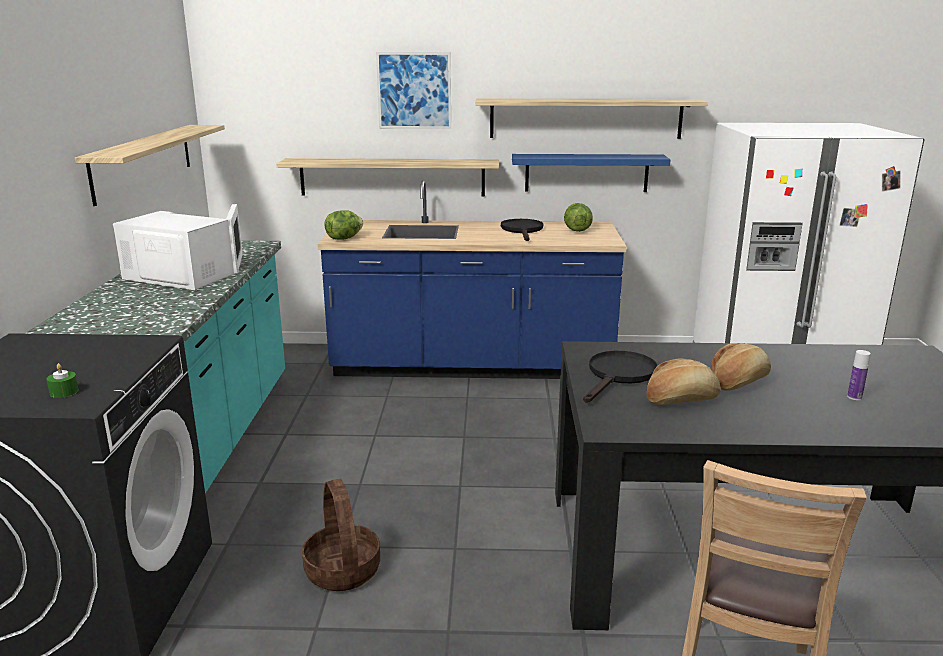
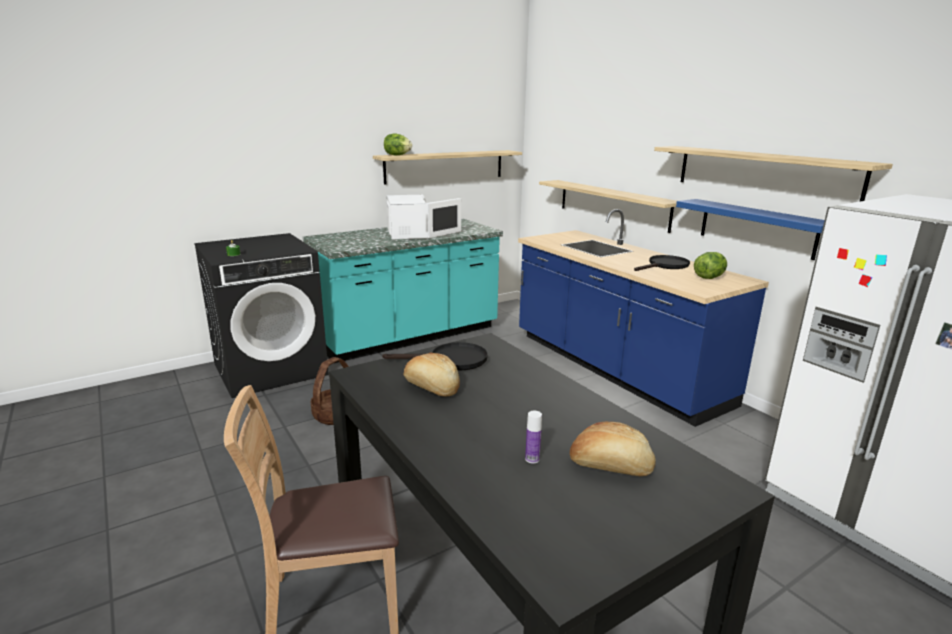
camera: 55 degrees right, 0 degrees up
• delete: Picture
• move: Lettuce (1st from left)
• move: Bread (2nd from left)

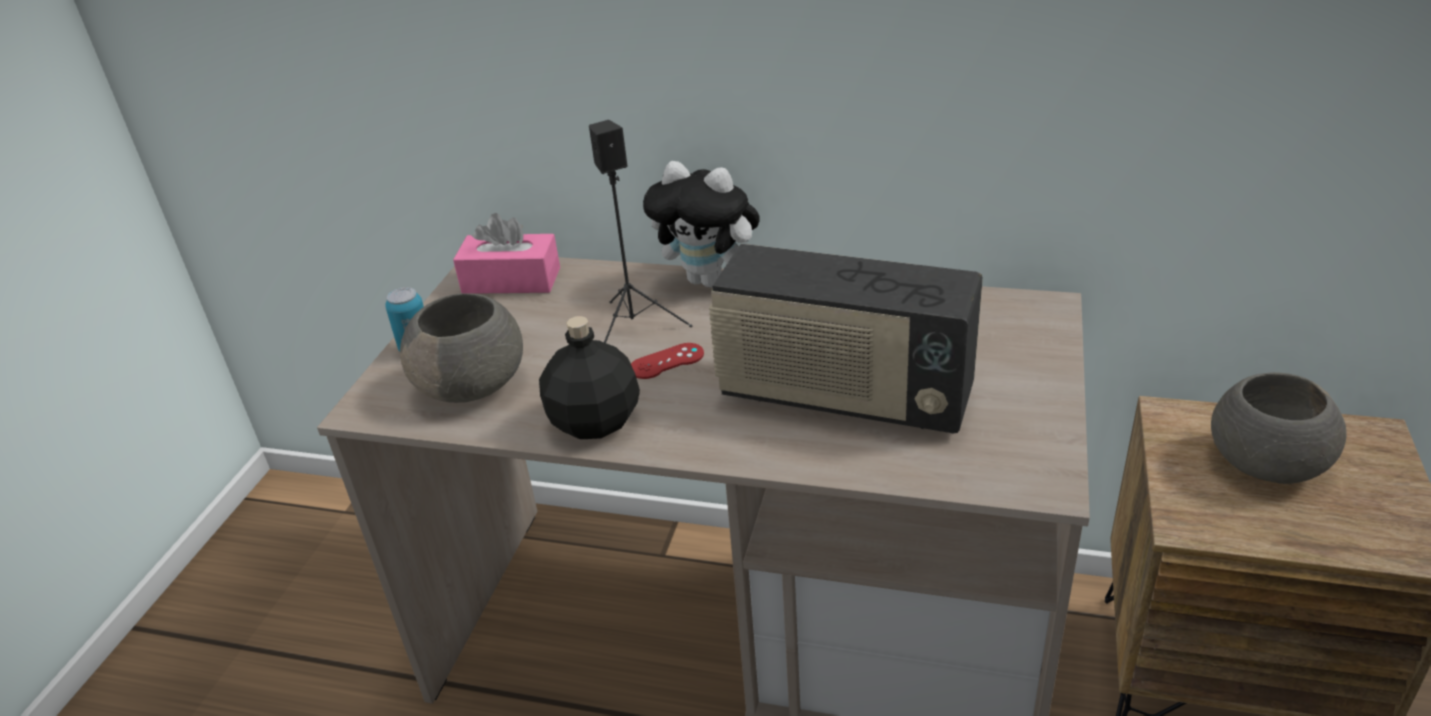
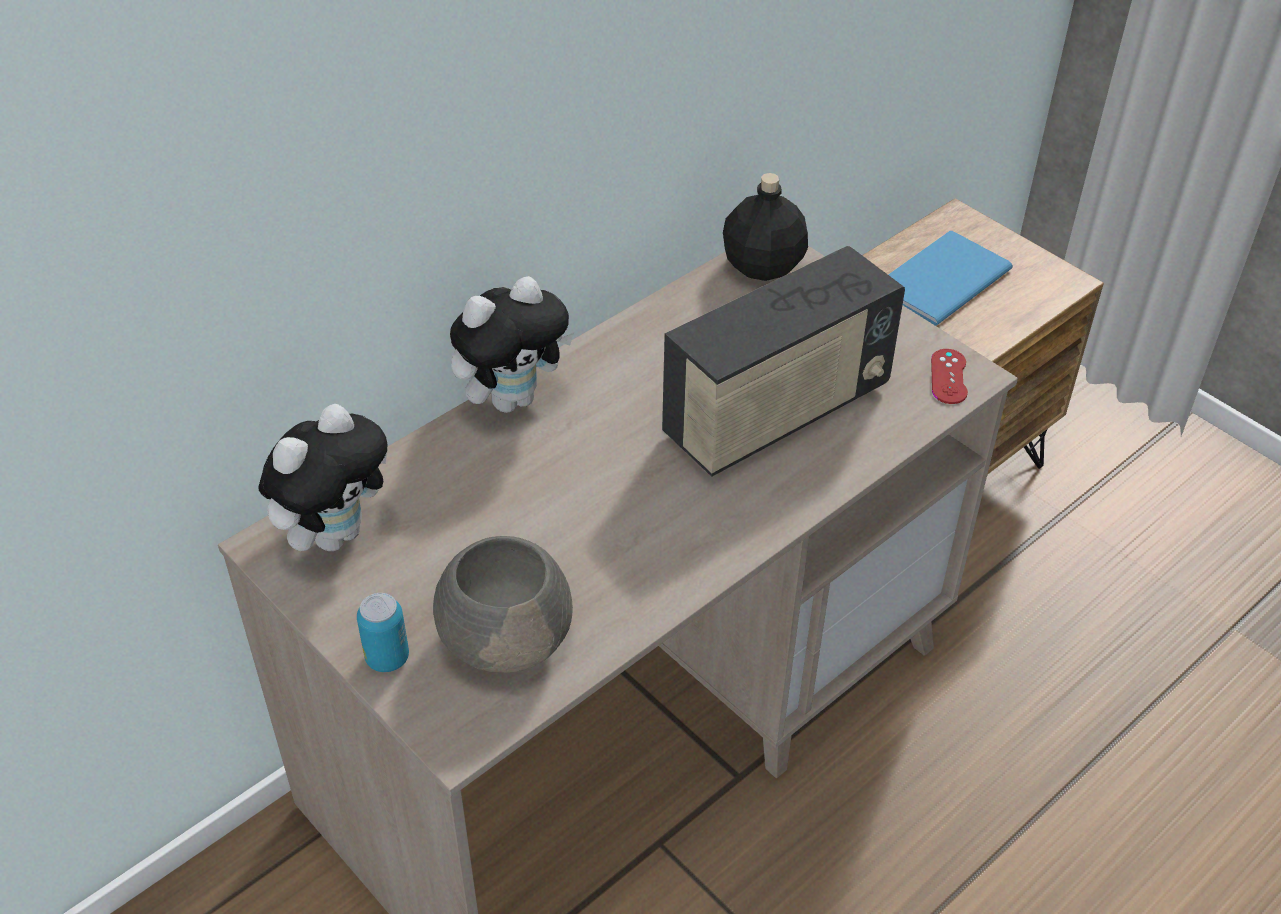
camera: 60 degrees left, 10 degrees up
• delete: BlackSpeaker
• move: BlackBottle
• move: RedGameController
• replace: PinkTissueBox to PlushToy (1st from left)
• replace: GreyBowl (2nd from left) to BlueBook

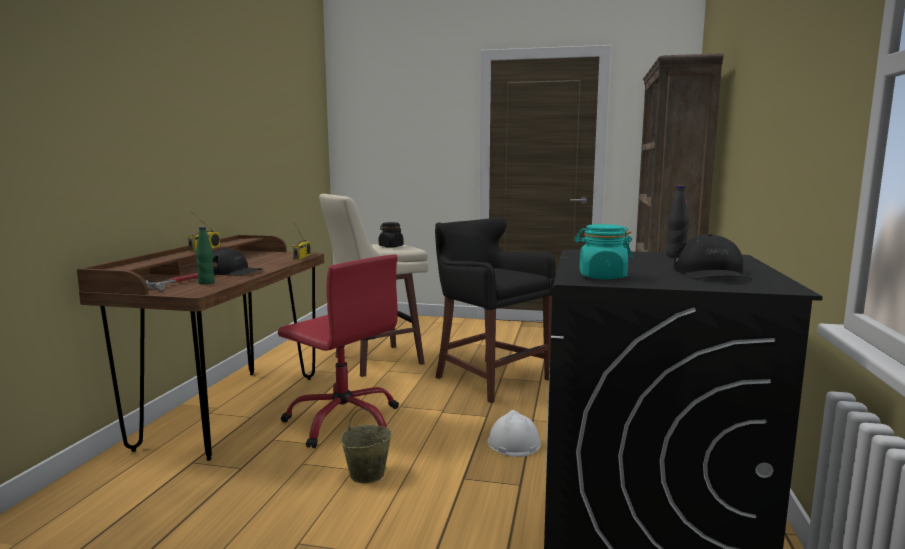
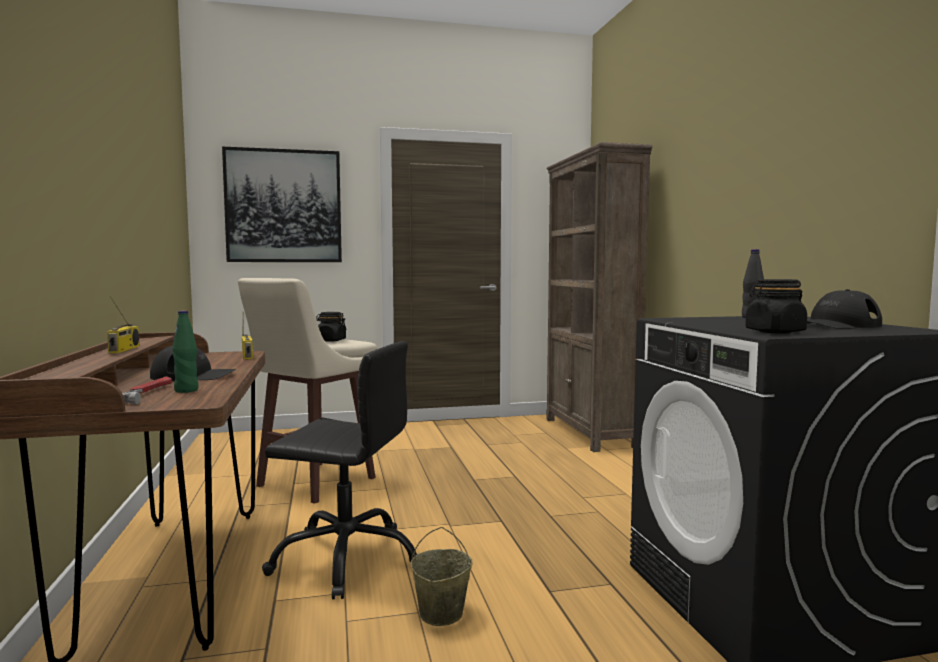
camera: 25 degrees left, 5 degrees down
• delete: BlackStool
• delete: WhiteHardHat
• insert: Picture
• recolor: RedOfficeChair to BlackOfficeChair
• recolor: TurquoiseJar to BlackJar (2nd from left)
• rotate: BlackCap (2nd from left) 90 degrees clockwise

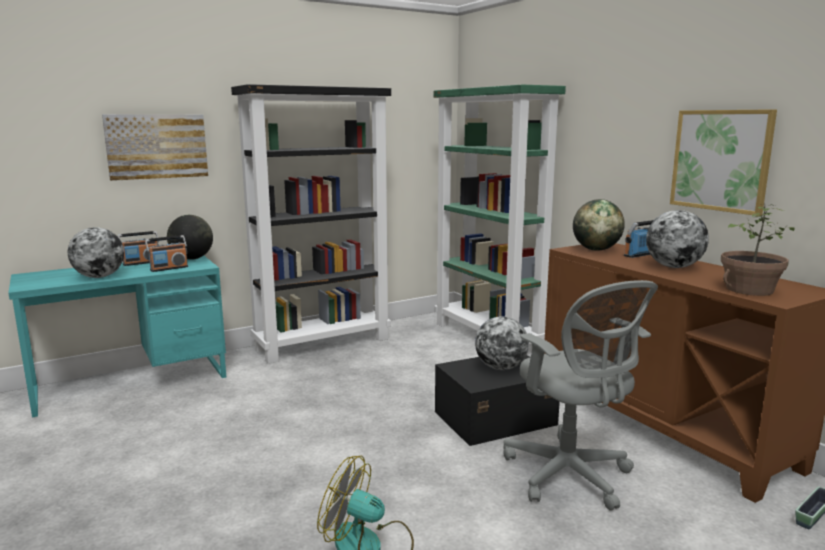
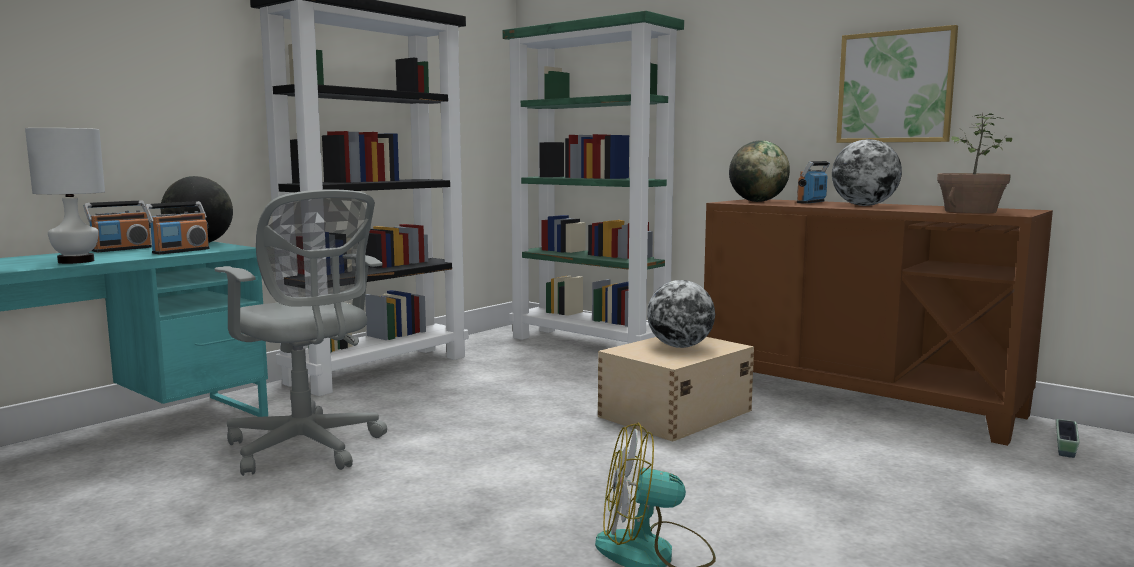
camera: 20 degrees left, 5 degrees down
• delete: Picture (1st from left)
• move: GreyOfficeChair
• replace: Globe (1st from left) to WhiteTableLamp
• recolor: BlackStorageBox to BeigeStorageBox

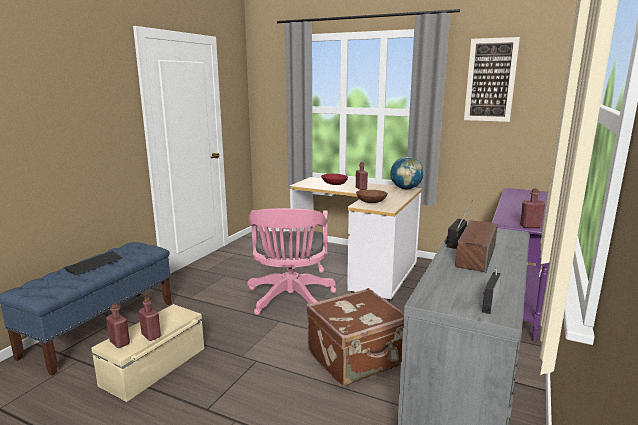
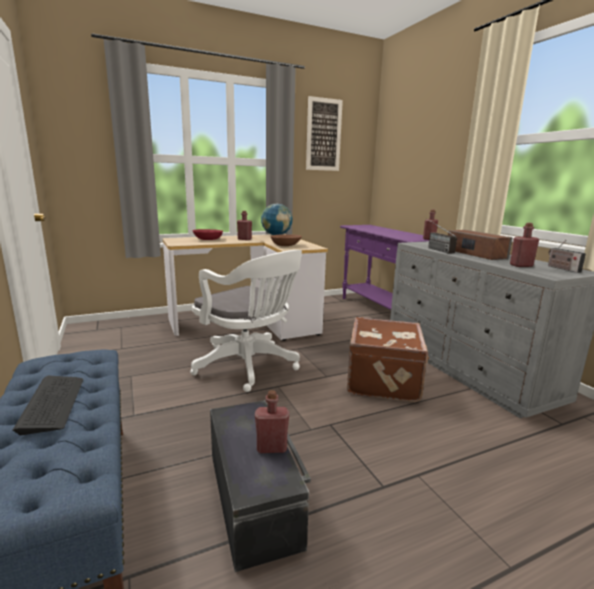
camera: 50 degrees left, 0 degrees up
• move: RedBottle (1st from left in the first image) to RedBottle (4th from left)
• recolor: BeigeStorageBox to BlackStorageBox
• recolor: PinkOfficeChair to WhiteOfficeChair

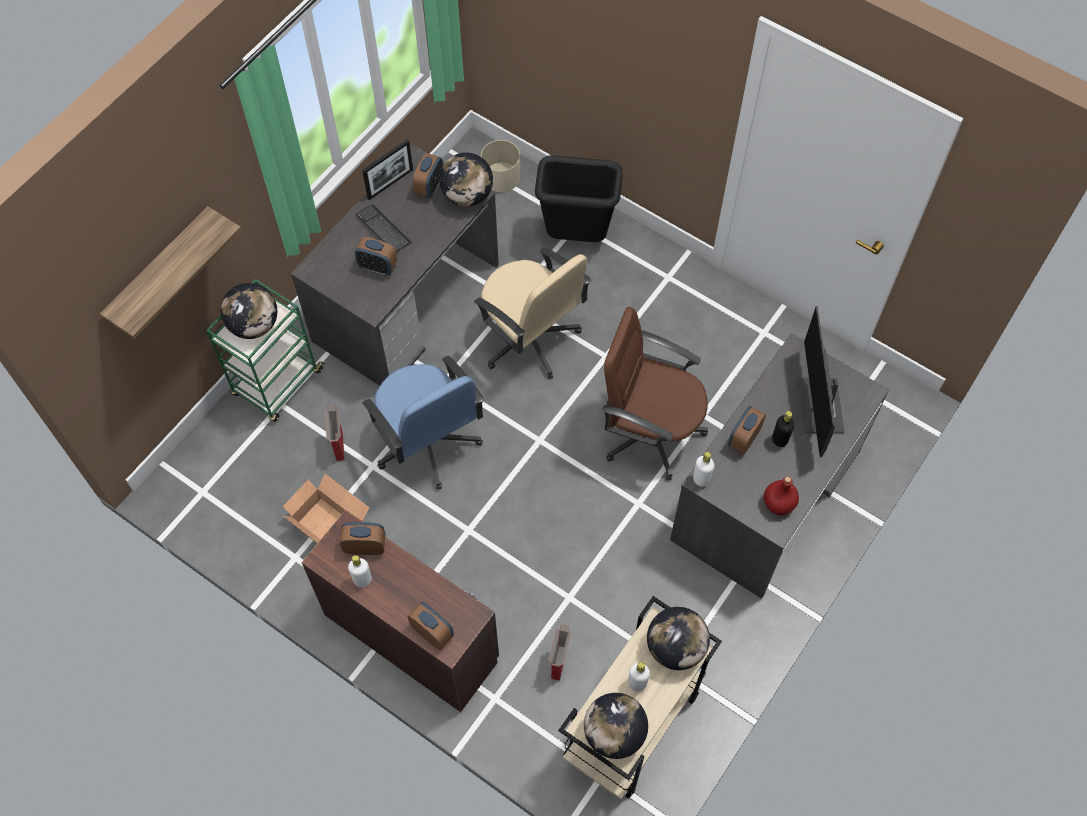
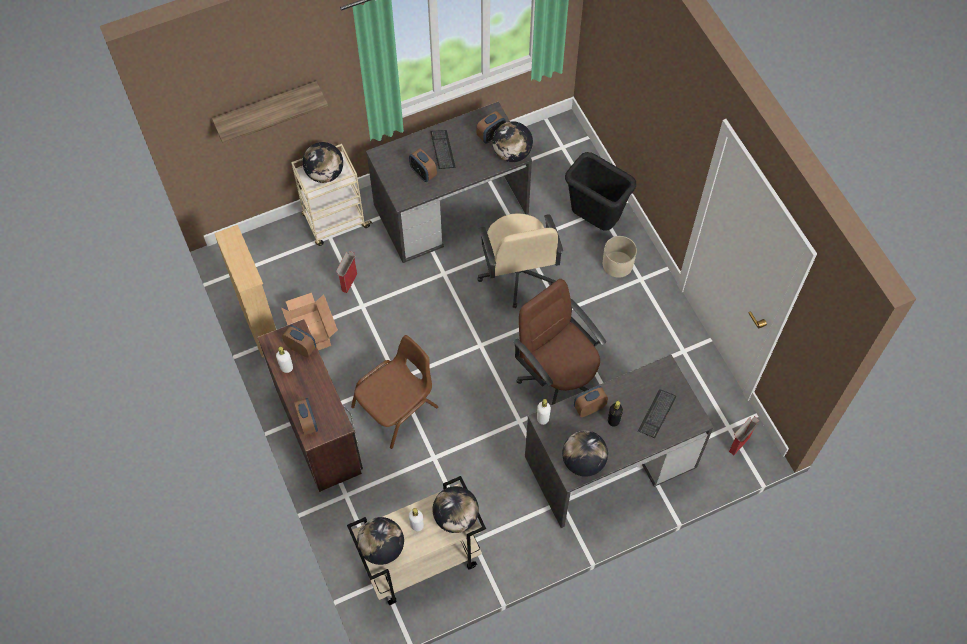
camera: 30 degrees right, 0 degrees up
• delete: PictureFrame
• delete: BlueOfficeChair
• insert: BeigeBookcase
• insert: BrownChair
• move: BeigePlanter
• move: CardboardBox (3rd from left)
• replace: RedBottle to Globe (5th from left)
• replace: Monitor to Keyboard (2nd from left)
• recolor: GreenCart to BeigeCart (1st from left)

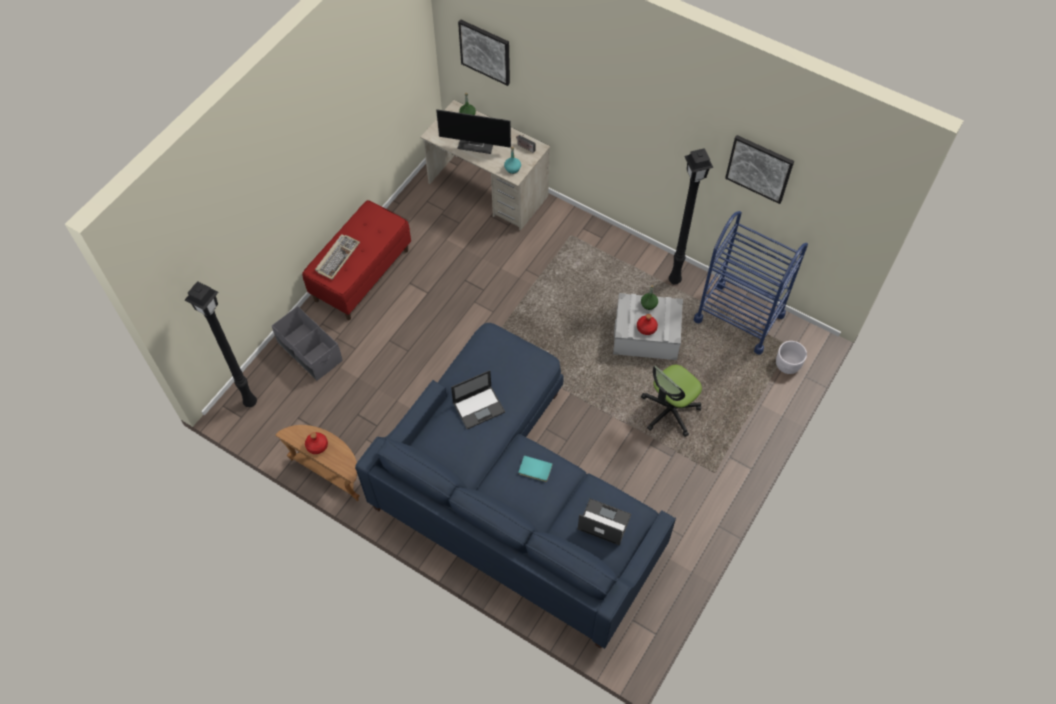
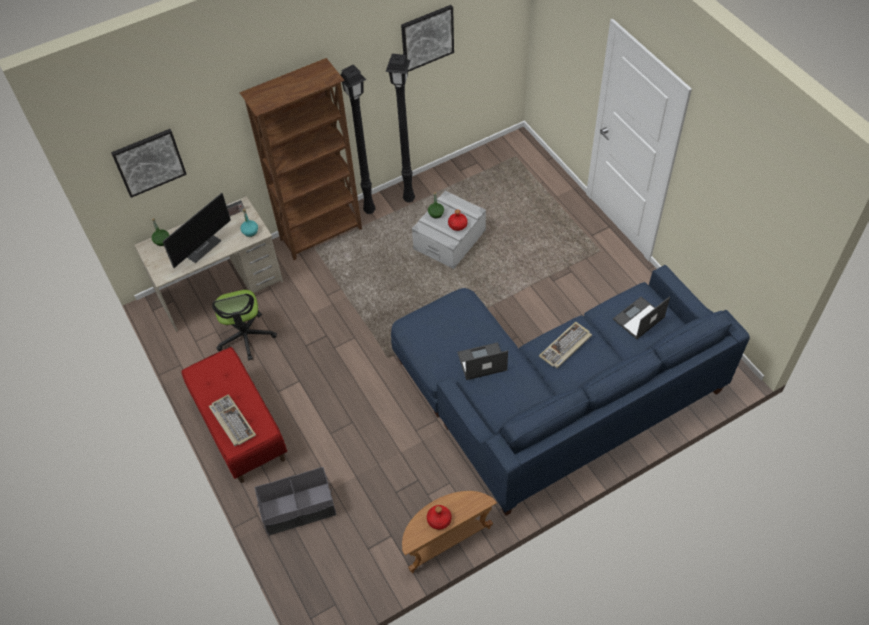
camera: 60 degrees left, 5 degrees down
• delete: BlueCart
• delete: WhitePlanter
• insert: BrownBookcase
• move: BlackFloorLamp (1st from left)
• move: OfficeChair
• replace: TurquoiseBook to Keyboard (2nd from left)
• rotate: Laptop (1st from left) 105 degrees counterclockwise

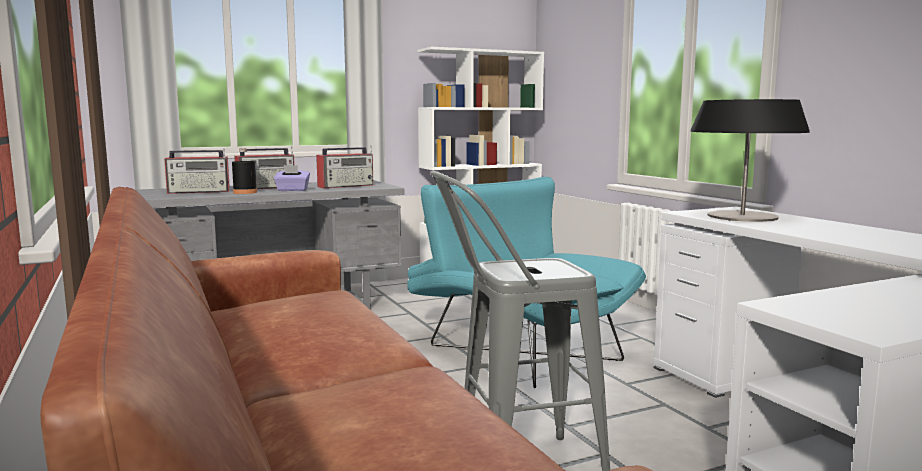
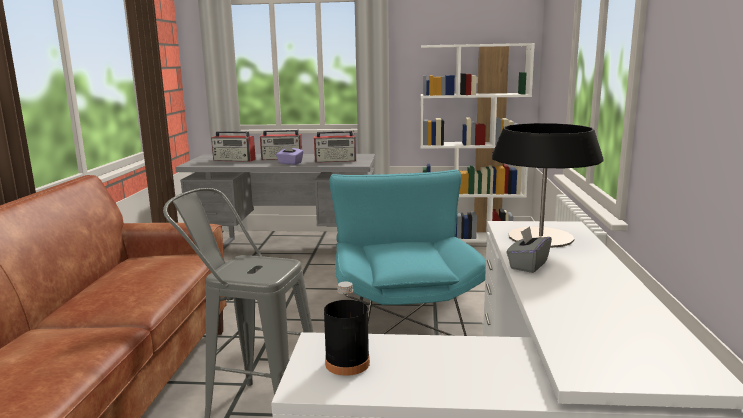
camera: 30 degrees right, 5 degrees up
• insert: GreyTissueBox
• move: BlackBottle

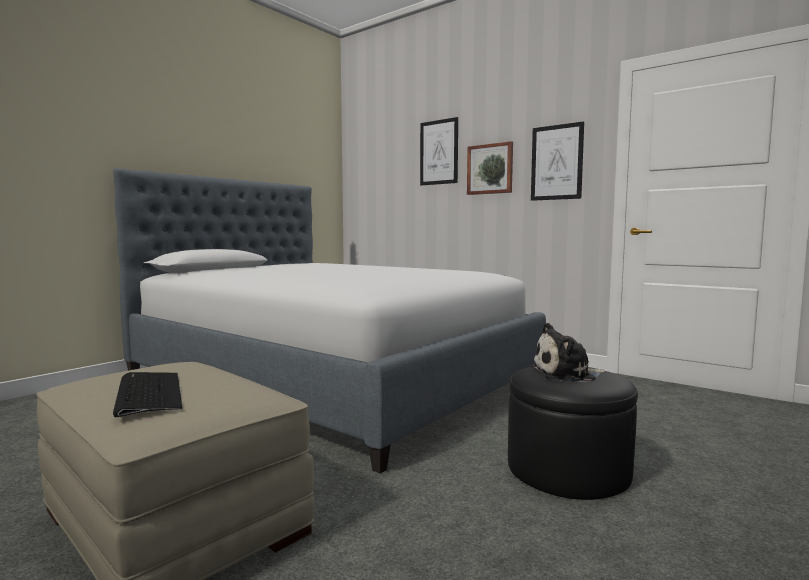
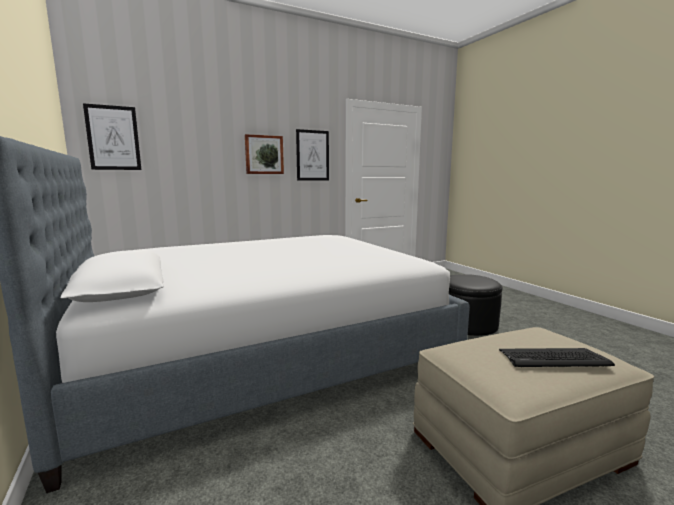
camera: 65 degrees left, 5 degrees up
• delete: PlushToy
• move: Picture (1st from left)

